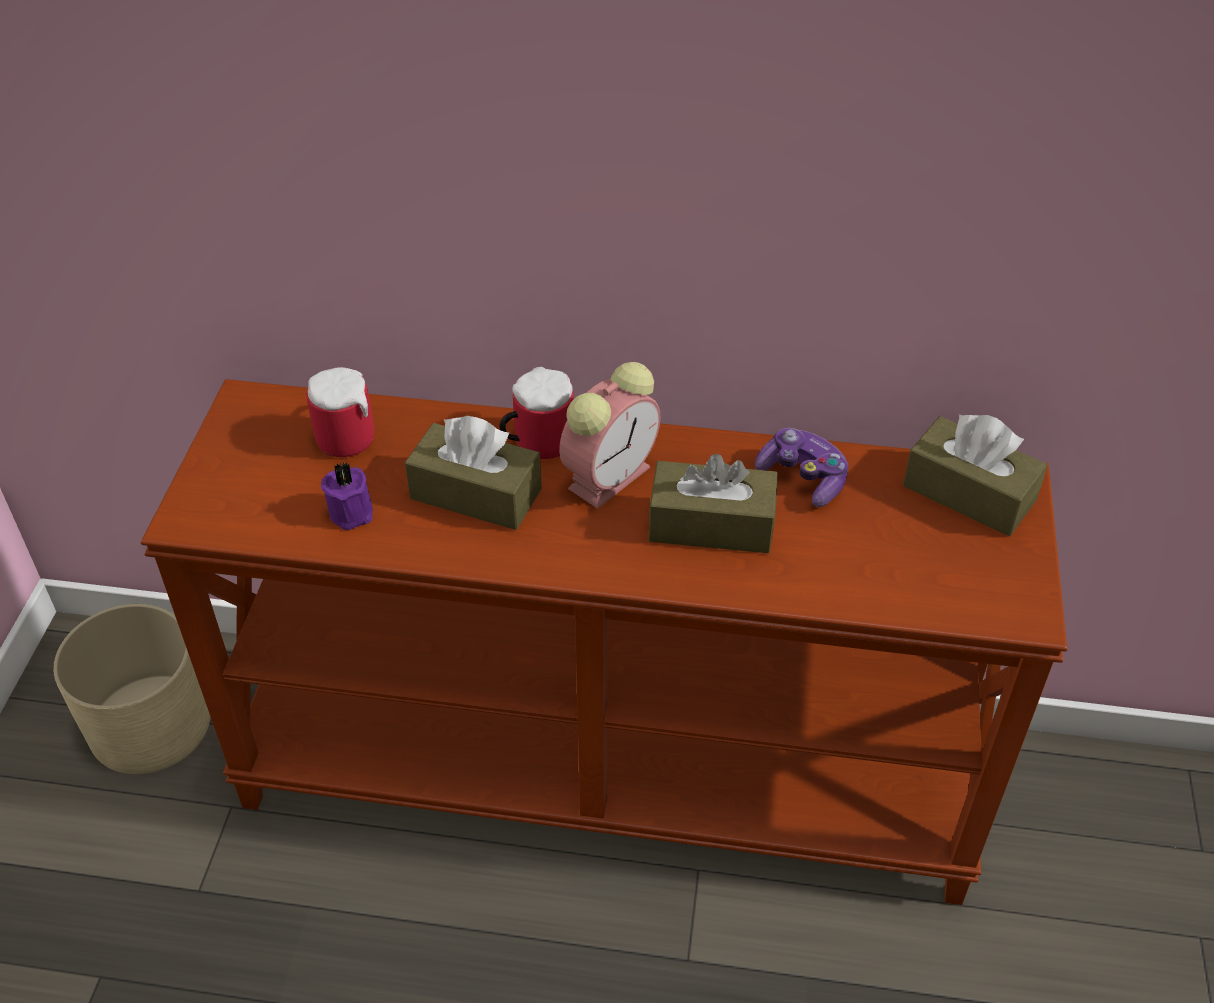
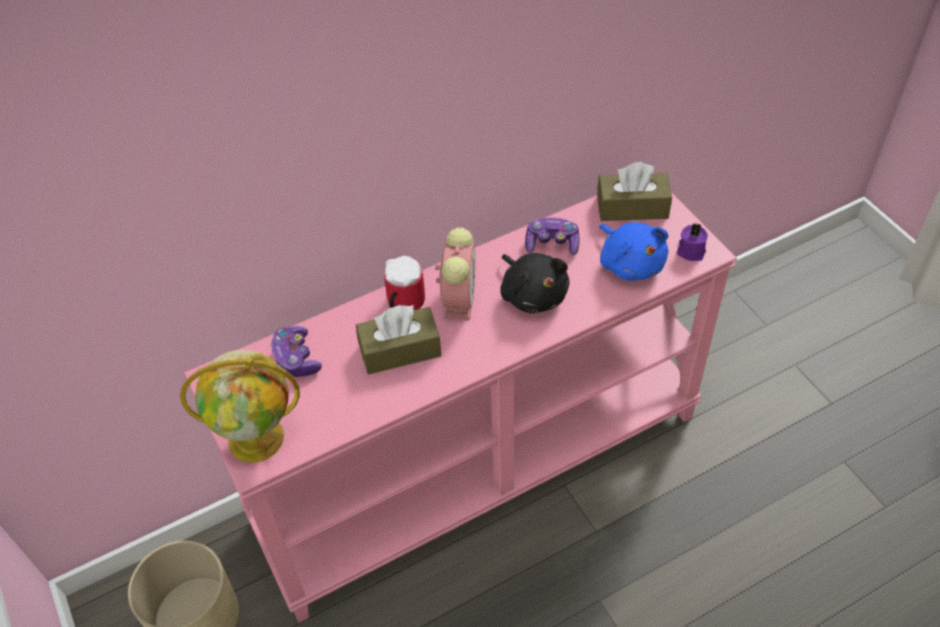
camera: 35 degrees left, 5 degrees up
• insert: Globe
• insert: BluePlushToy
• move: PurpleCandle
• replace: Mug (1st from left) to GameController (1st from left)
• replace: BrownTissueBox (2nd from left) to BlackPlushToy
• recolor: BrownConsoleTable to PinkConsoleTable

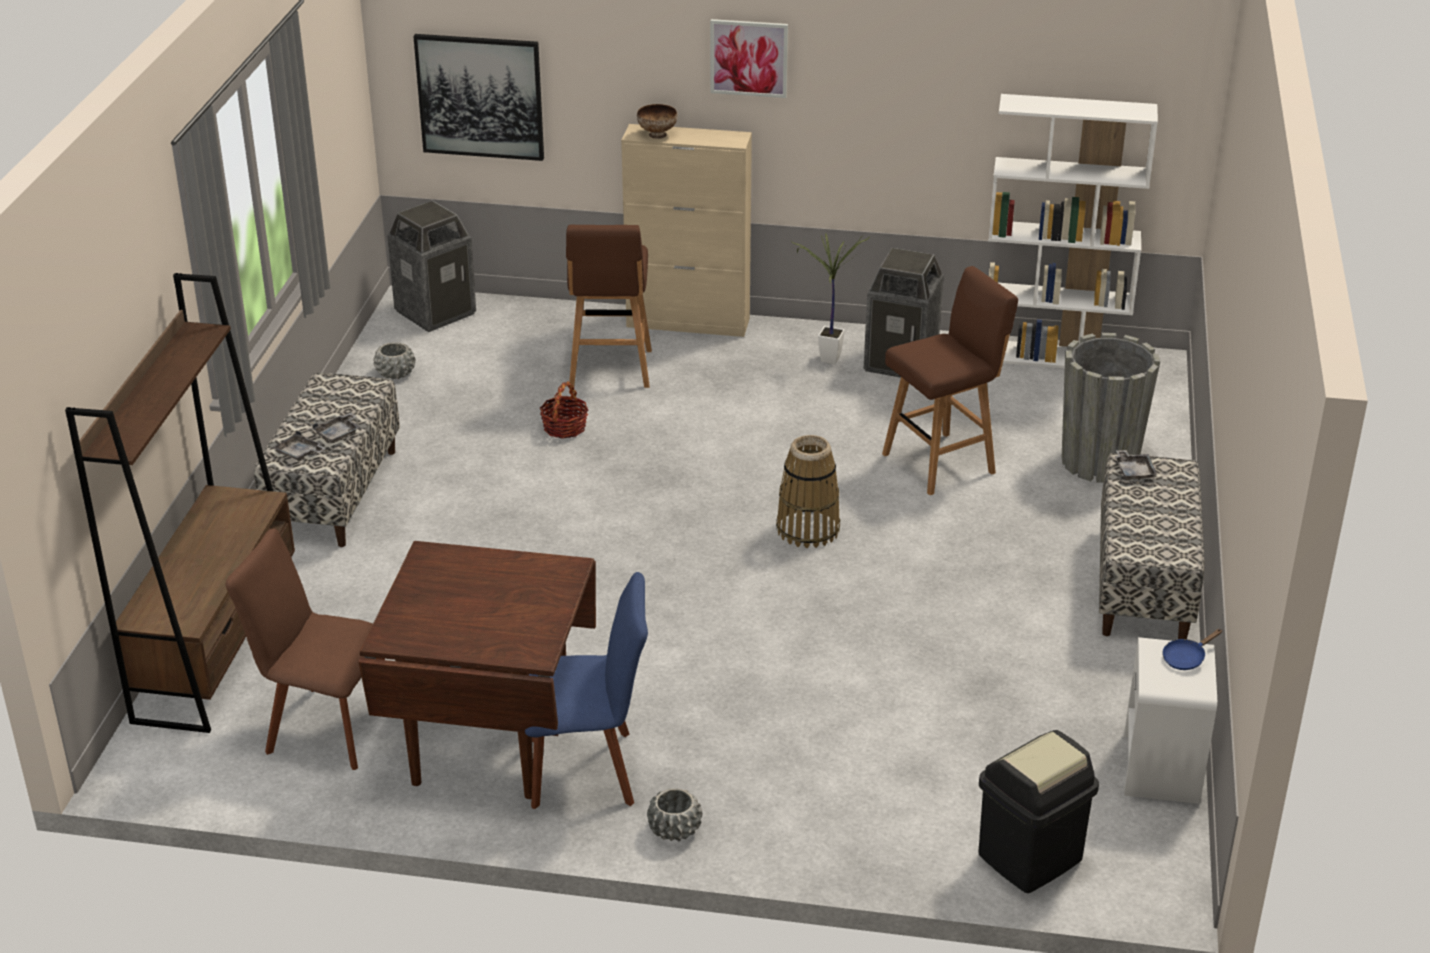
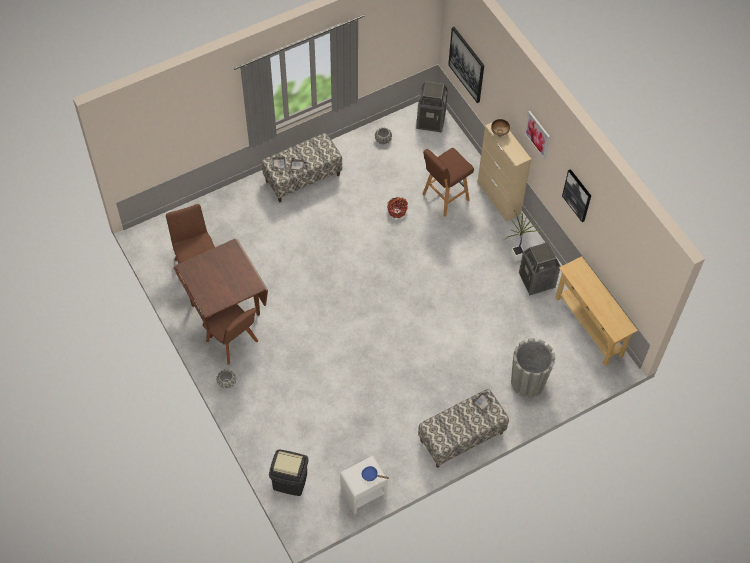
camera: 50 degrees right, 25 degrees up
• delete: BrownBookcase
• delete: Basket (2nd from left)
• delete: BrownStool (2nd from left)
• insert: Picture (3rd from left)
• replace: WhiteBookcase to BeigeConsoleTable
• recolor: BlueChair to BrownChair (2nd from left)

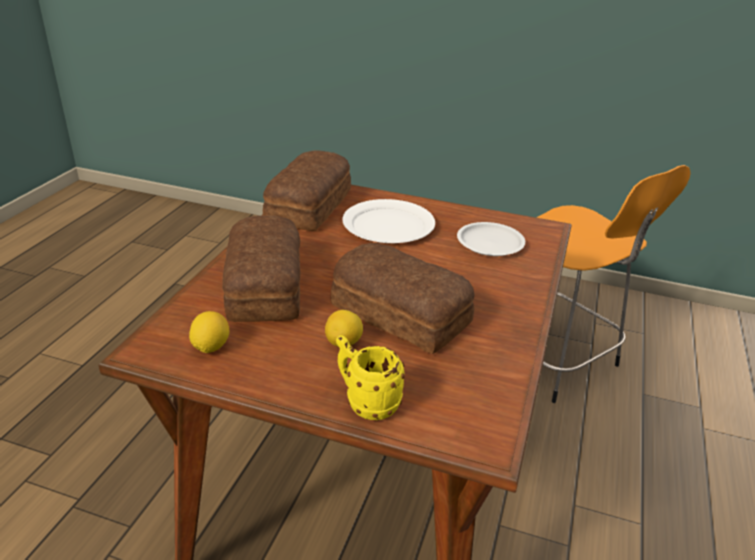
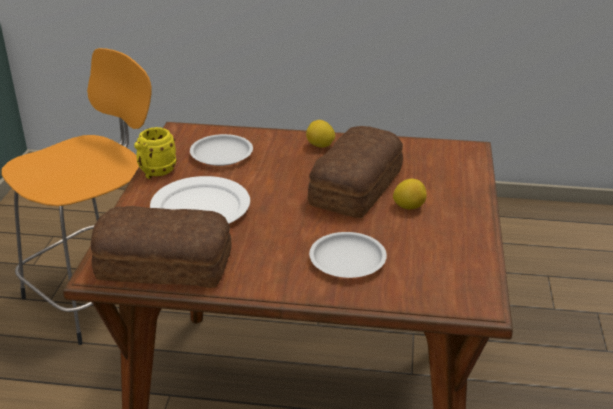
camera: 100 degrees left, 0 degrees up
• move: Lemon (1st from left)
• move: YellowMug
• replace: Bread (1st from left) to WhitePlate (3rd from left)

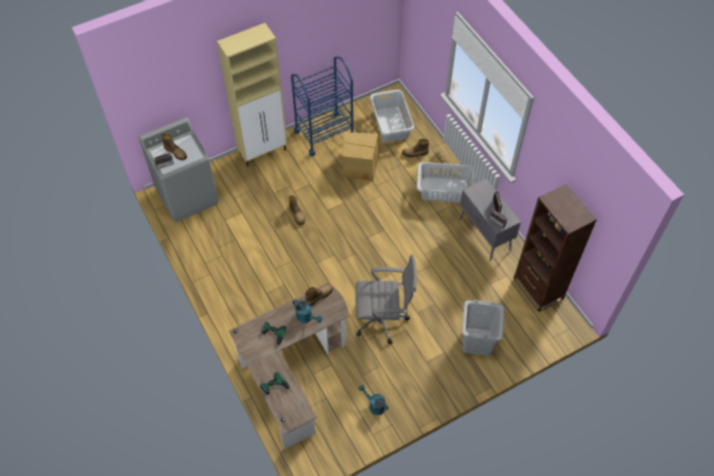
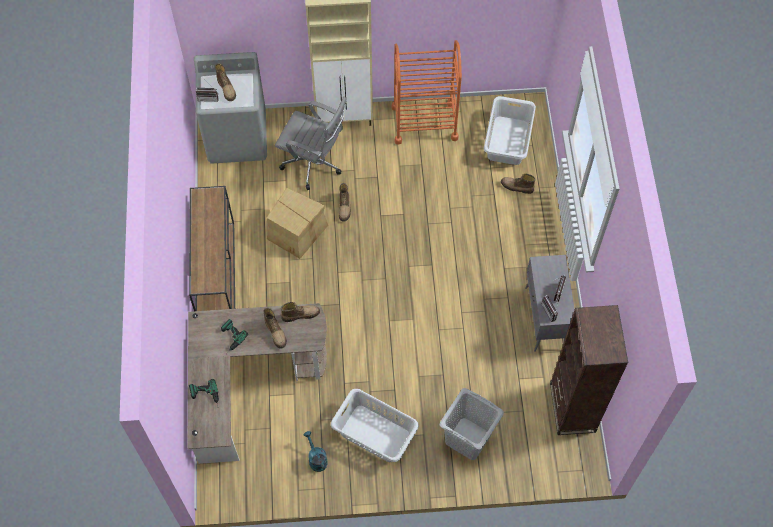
camera: 25 degrees right, 5 degrees up
• insert: BrownConsoleTable
• move: CardboardBox
• move: GreyOfficeChair
• move: GreyLaundryBasket (2nd from left in the first image) to GreyLaundryBasket (1st from left)
• replace: TurquoiseWateringCan (1st from left) to Boot (2nd from left)
• recolor: BlueCart to OrangeCart

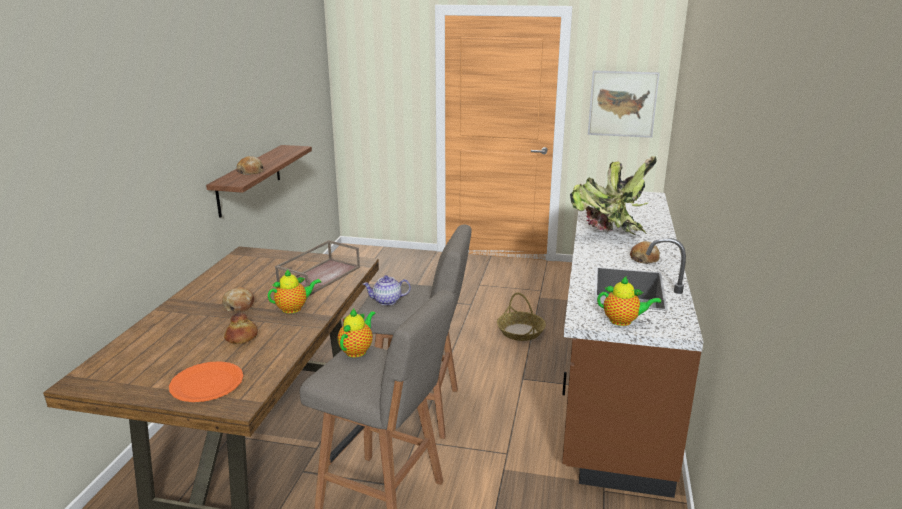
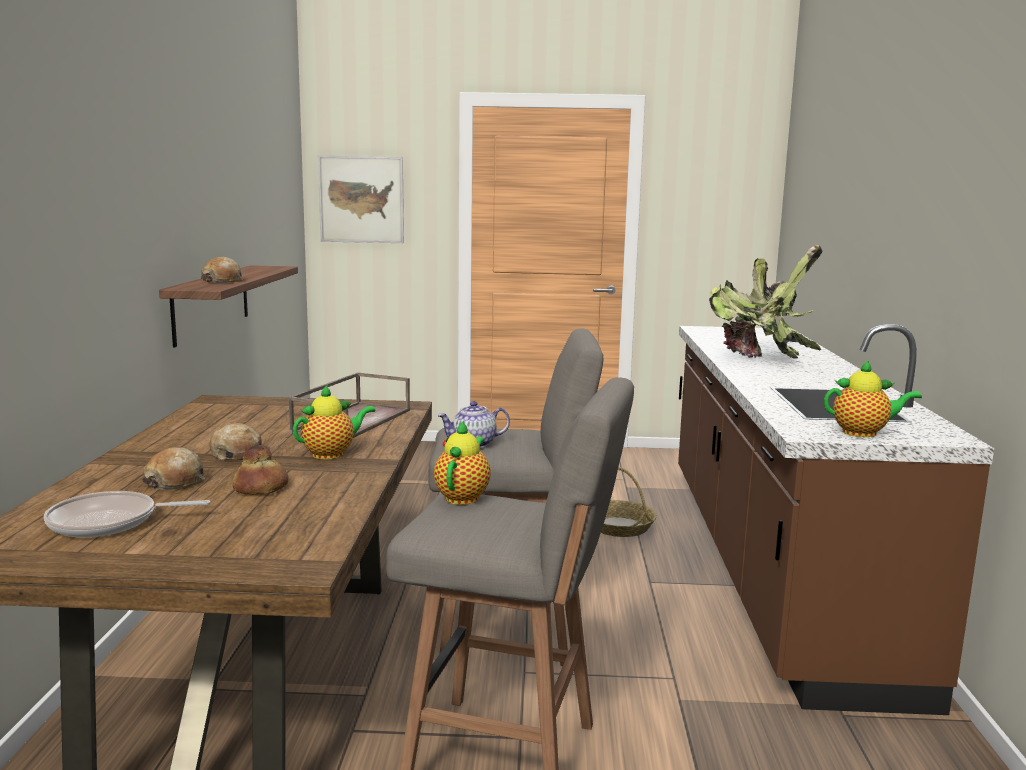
camera: 10 degrees left, 10 degrees down
• delete: OrangePlate
• insert: FryingPan
• move: Picture
• move: Bread (4th from left in the first image) to Bread (1st from left)

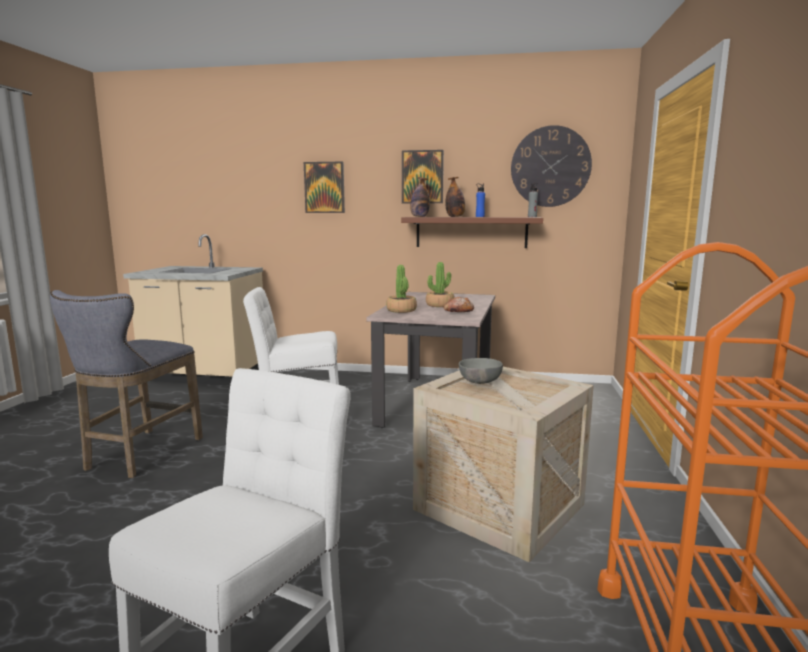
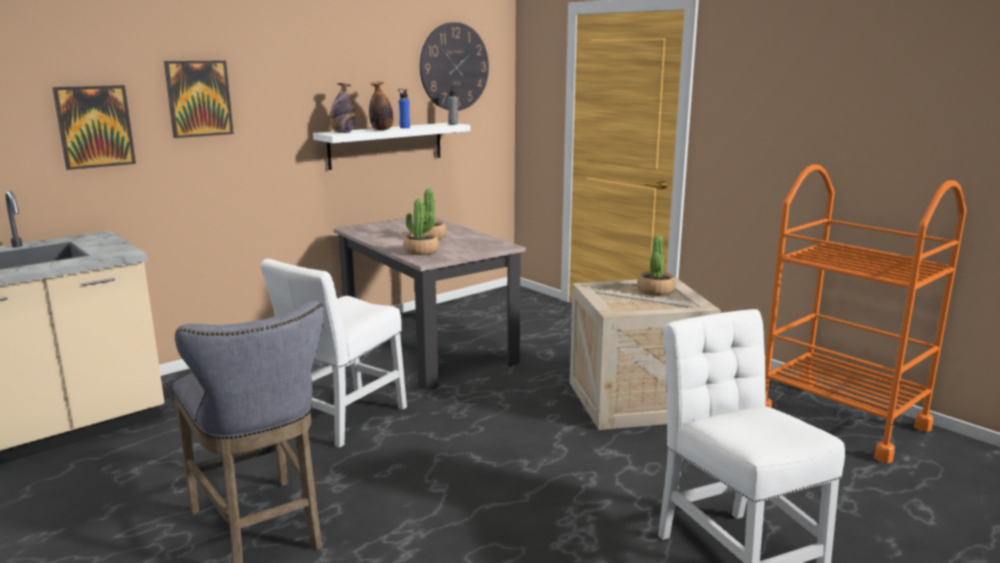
camera: 50 degrees left, 5 degrees up
• delete: Bread
• delete: GreyBowl
• insert: PottedPlant (3rd from left)
• move: Picture (2nd from left in the first image) to Picture (1st from left)
• recolor: BrownShelf to WhiteShelf

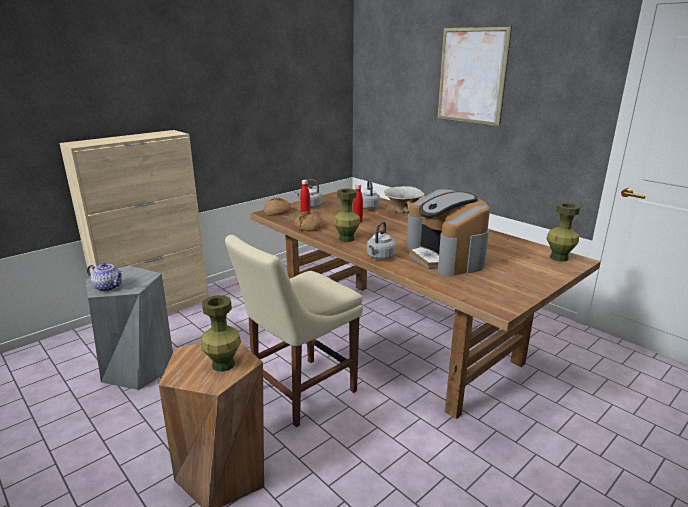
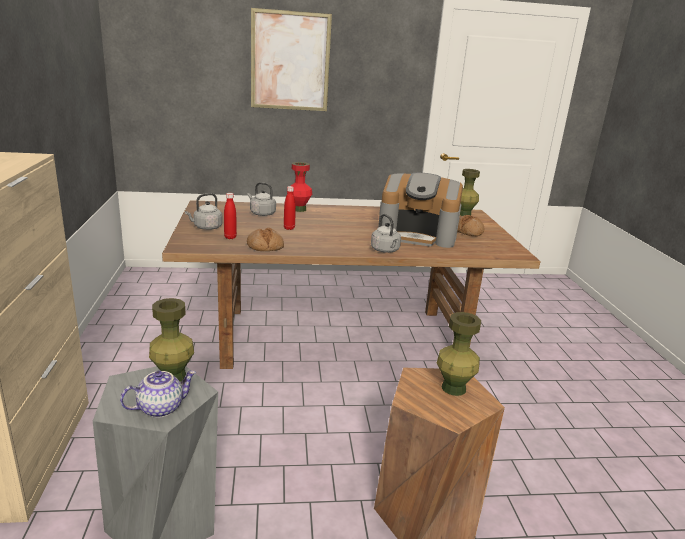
camera: 55 degrees left, 0 degrees up
• delete: BeigeChair
• move: Bread (1st from left in the first image) to Bread (2nd from left)
• move: GreenVase (2nd from left in the first image) to GreenVase (1st from left)
• replace: Bowl to RedVase

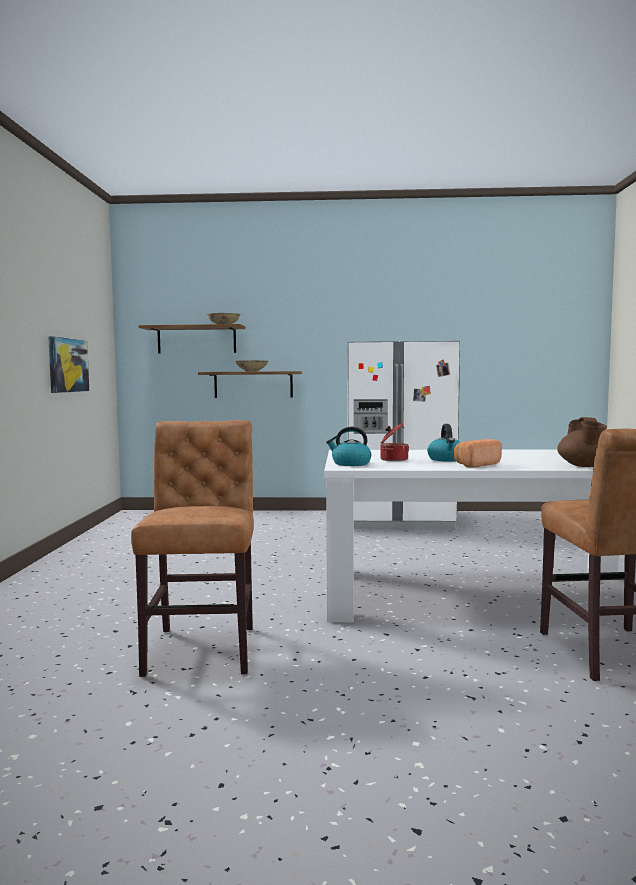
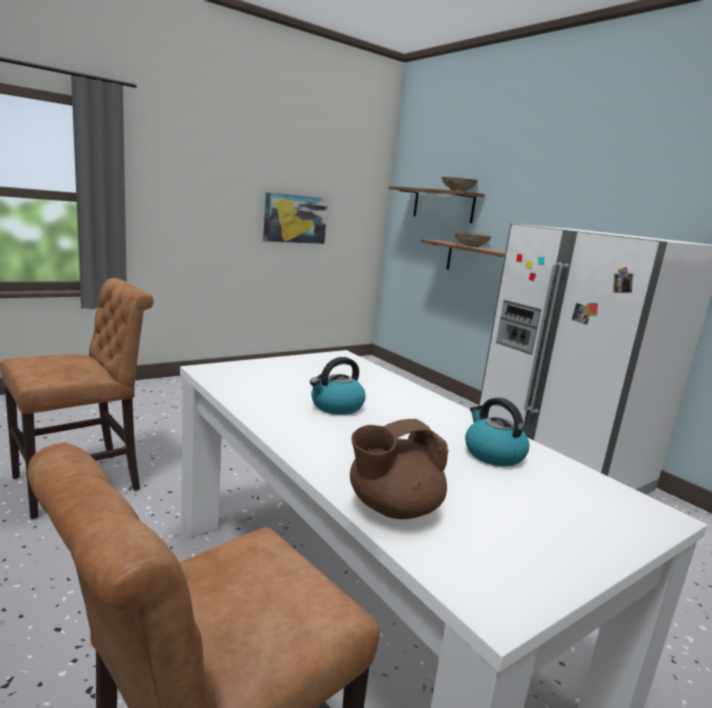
camera: 50 degrees right, 10 degrees up
• delete: CookingPot
• delete: Bread
• move: Kettle (1st from left in the first image) to Kettle (2nd from left)

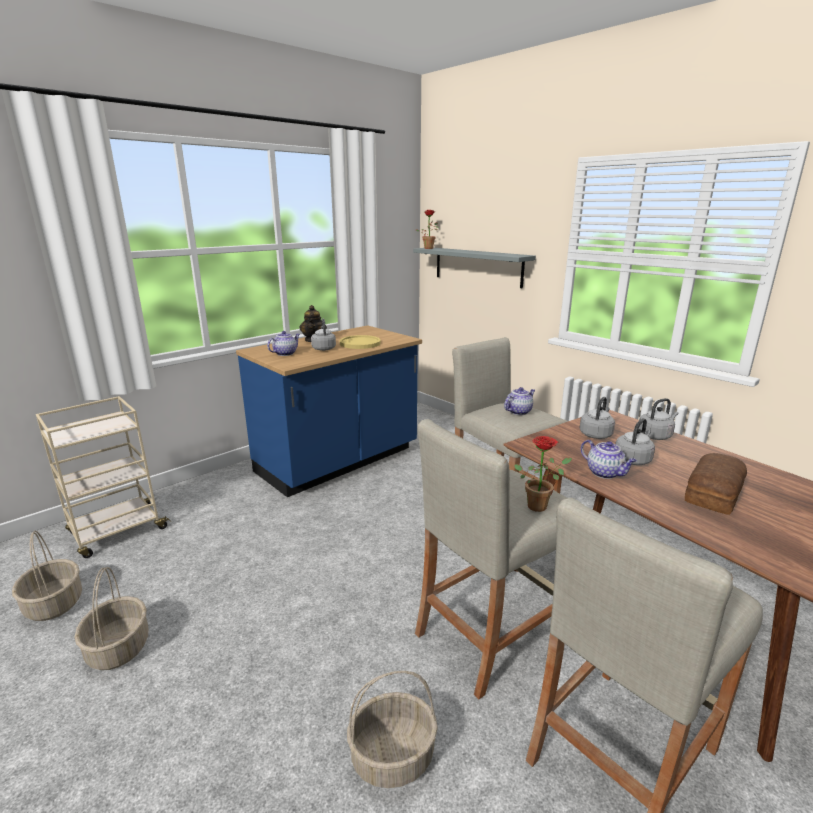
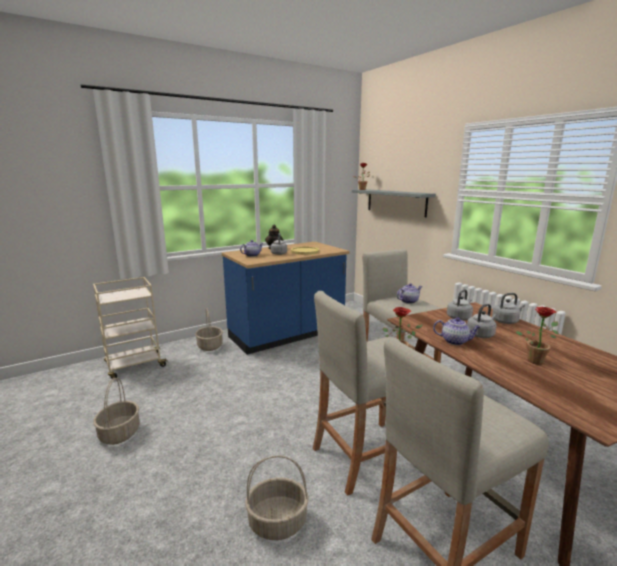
camera: 10 degrees right, 5 degrees down
• move: Basket (1st from left in the first image) to Basket (2nd from left)
• replace: Bread to PottedPlant (3rd from left)
• rotate: Teapot (4th from left) 45 degrees counterclockwise

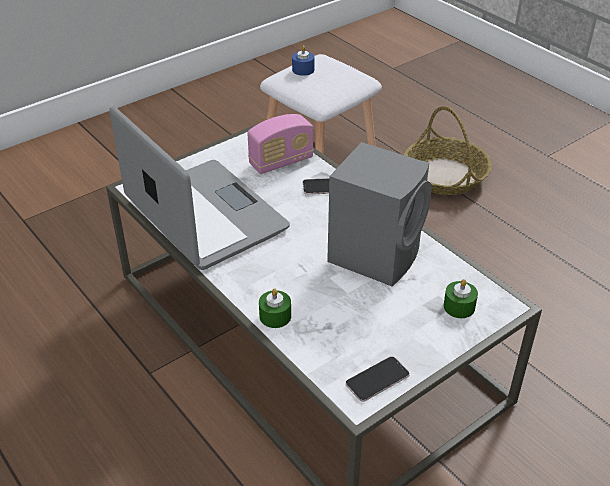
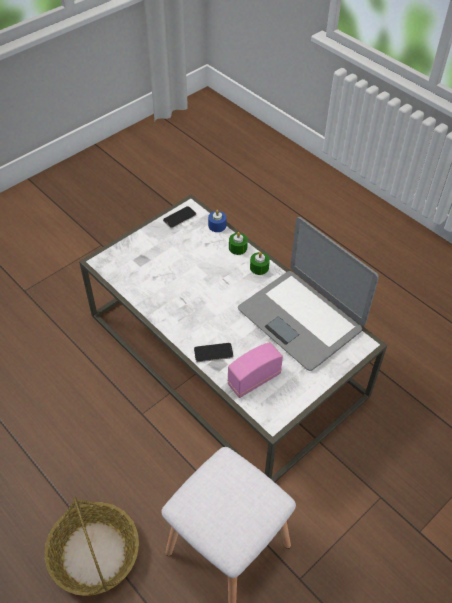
camera: 175 degrees right, 10 degrees up
• delete: GreySpeaker
• move: BlueCandle
• move: GreenCandle (2nd from left)

